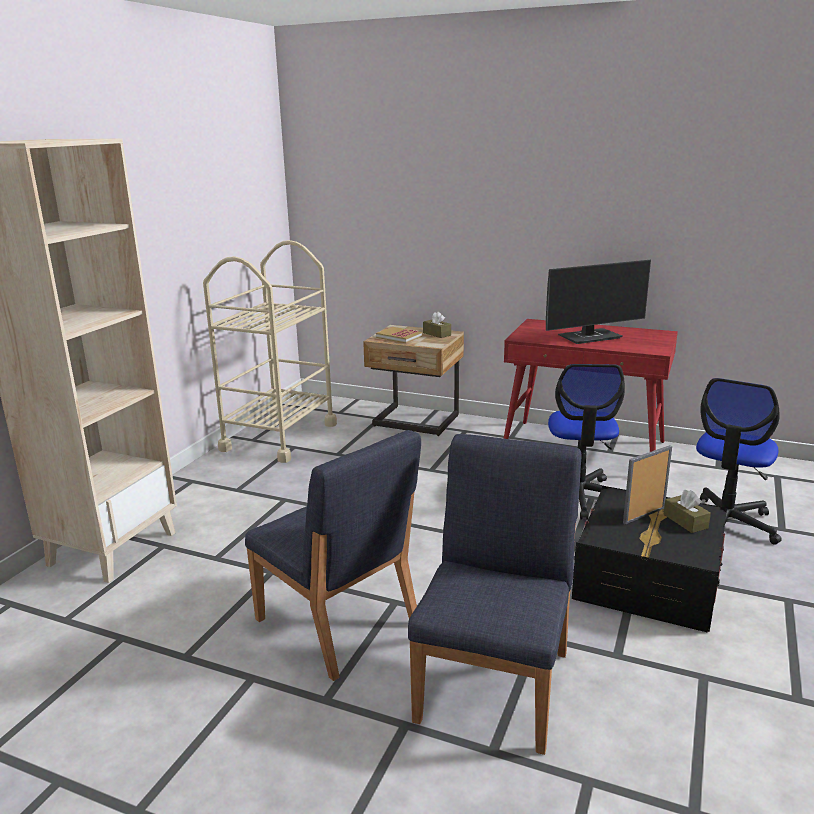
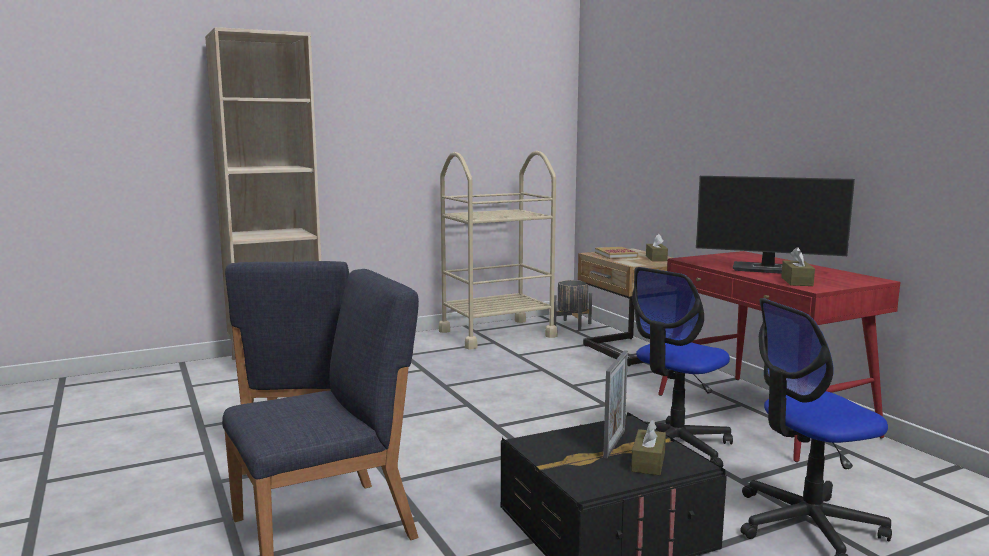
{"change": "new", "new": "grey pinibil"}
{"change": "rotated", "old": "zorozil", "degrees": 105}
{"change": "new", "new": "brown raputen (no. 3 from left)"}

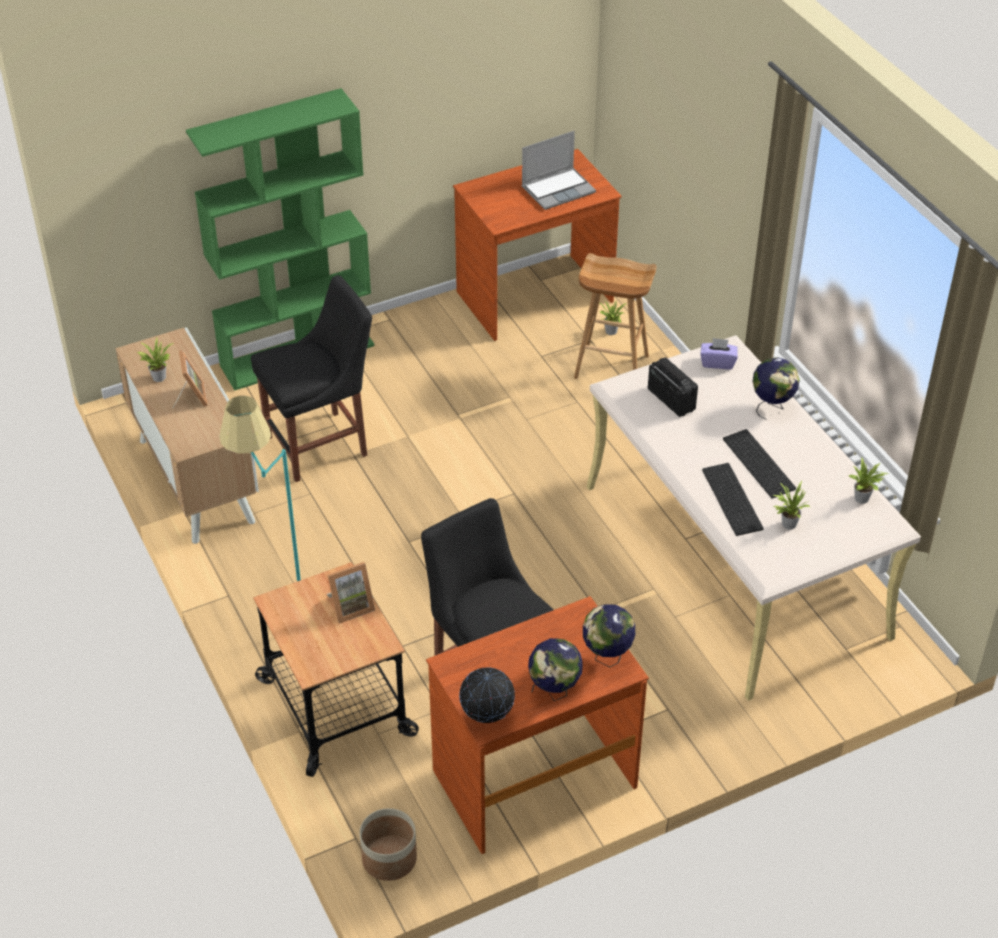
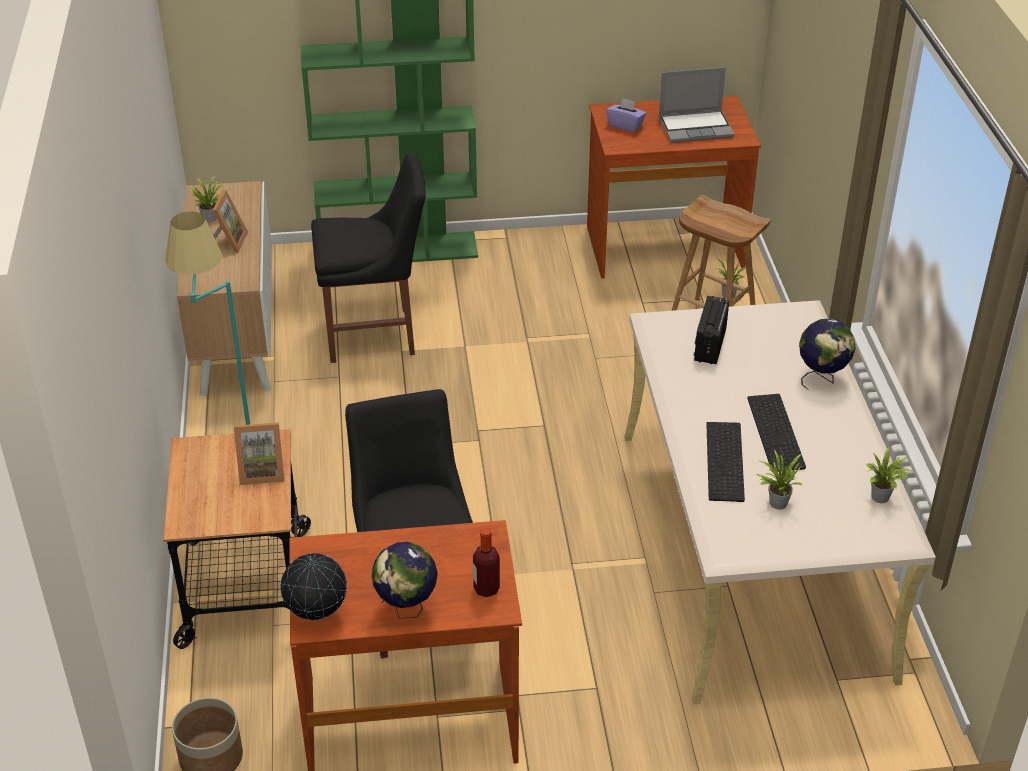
{"change": "swapped", "old": "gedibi (no. 3 from left)", "new": "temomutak"}
{"change": "shifted", "old": "purple raputen"}
{"change": "rotated", "old": "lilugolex", "degrees": -150}

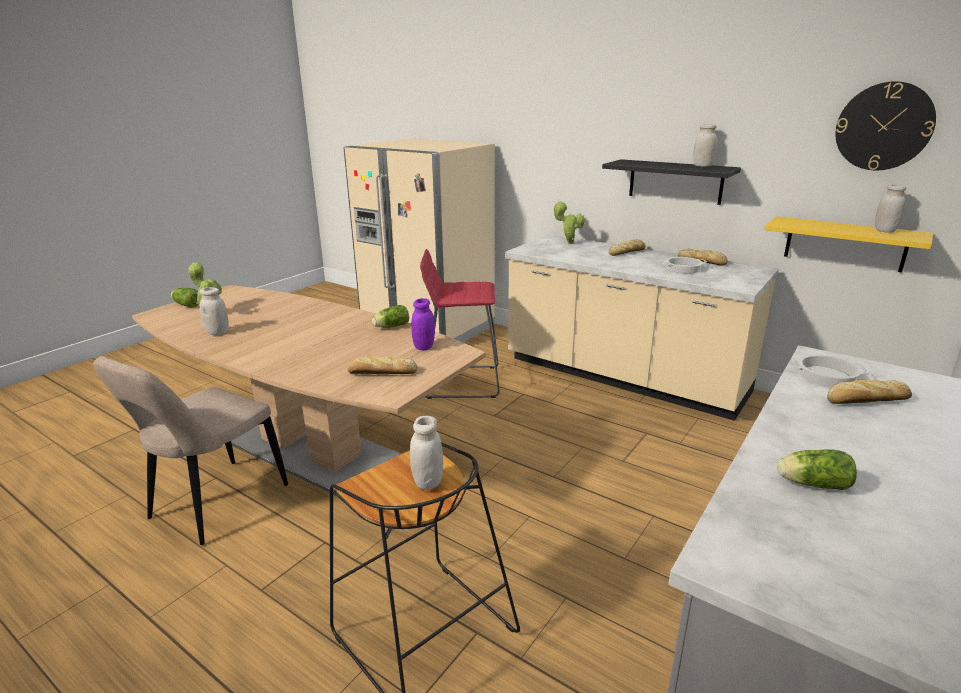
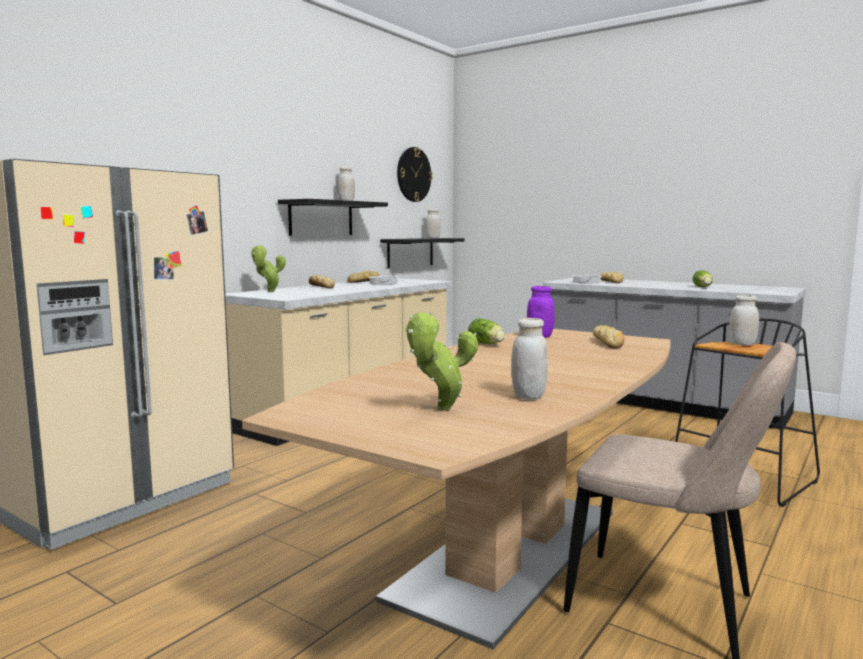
{"change": "repainted", "old": "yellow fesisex", "new": "black fesisex (no. 2 from left)"}
{"change": "gone", "old": "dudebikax (no. 1 from left)"}
{"change": "gone", "old": "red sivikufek"}

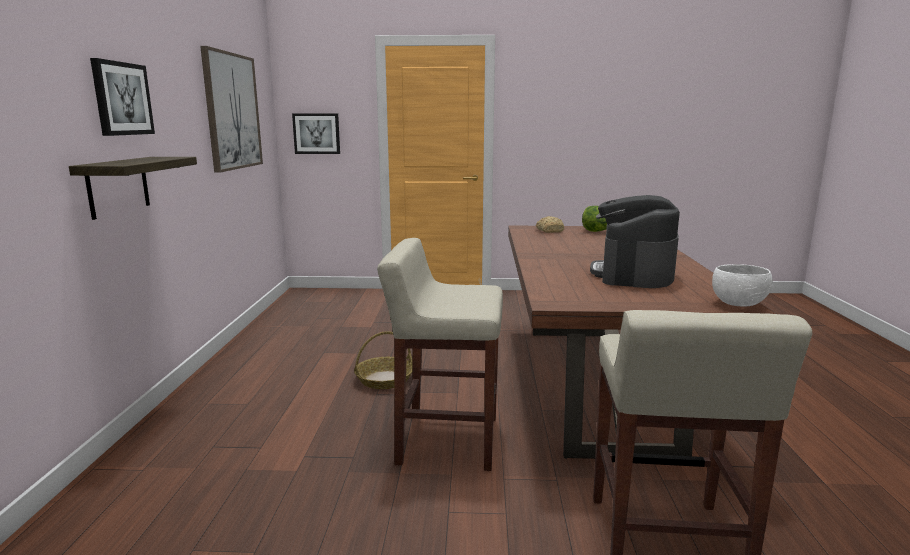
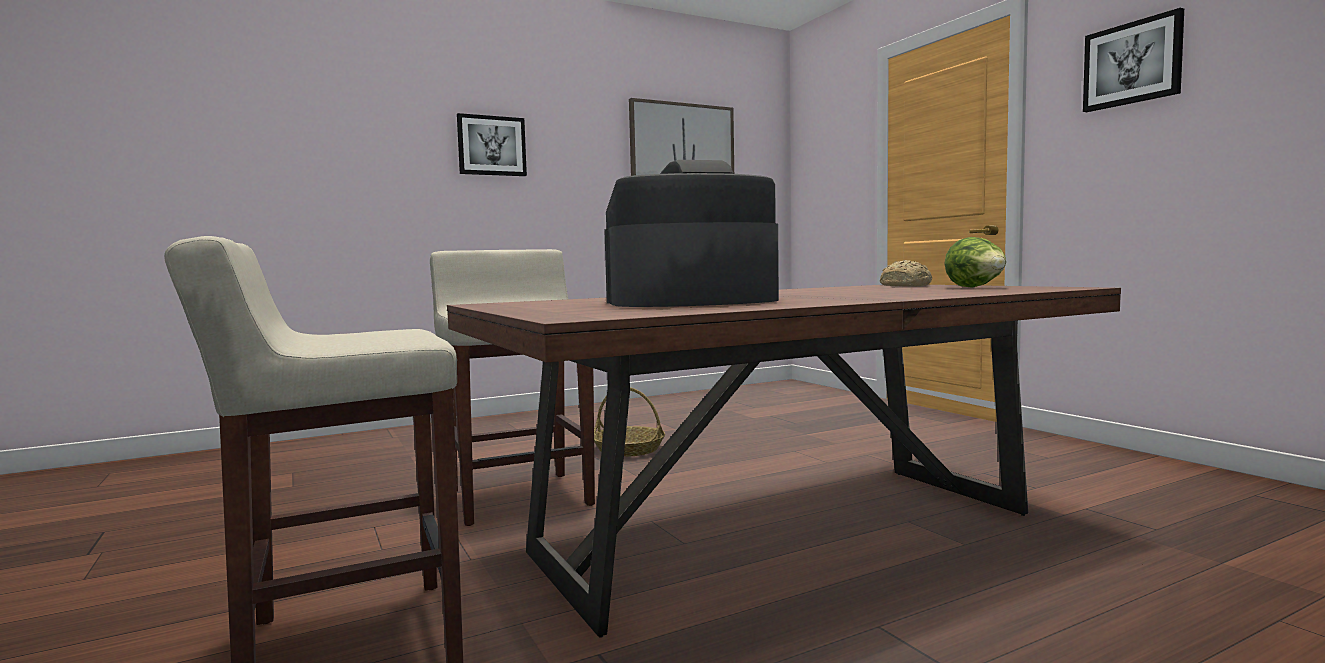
{"change": "shifted", "old": "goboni (no. 3 from left)"}
{"change": "gone", "old": "fesisex"}
{"change": "gone", "old": "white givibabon"}

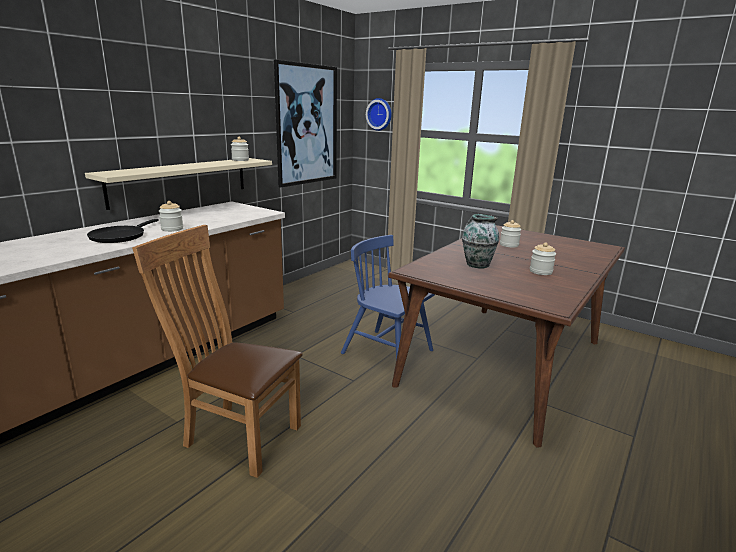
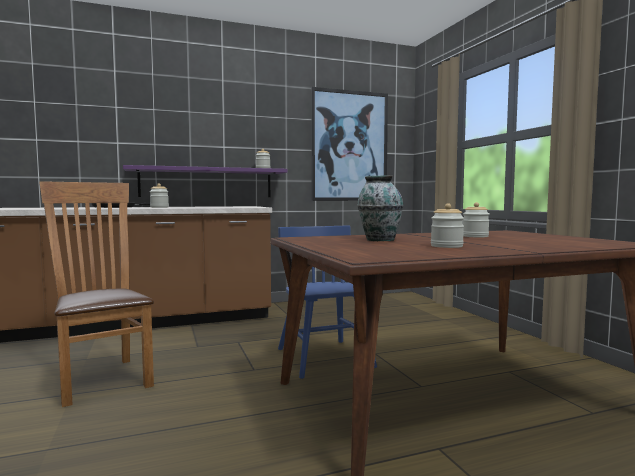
{"change": "repainted", "old": "beige fesisex", "new": "purple fesisex"}
{"change": "gone", "old": "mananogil"}

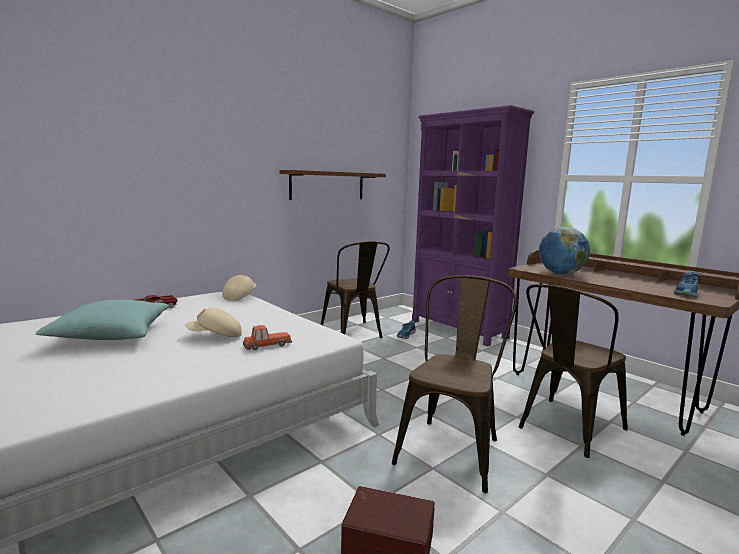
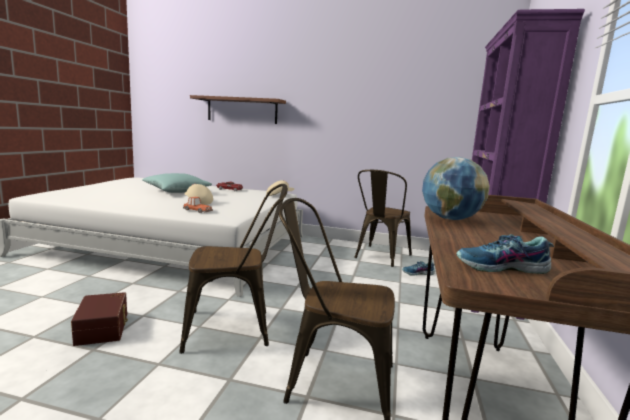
{"change": "shifted", "old": "brown fesisex"}

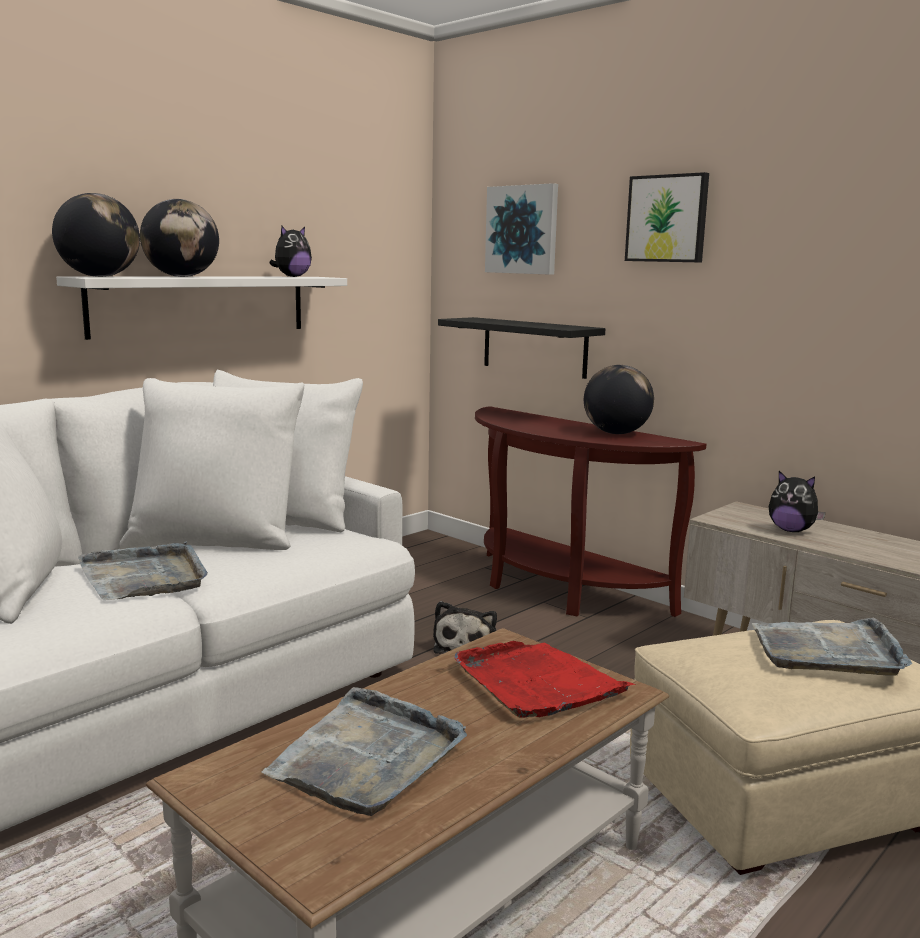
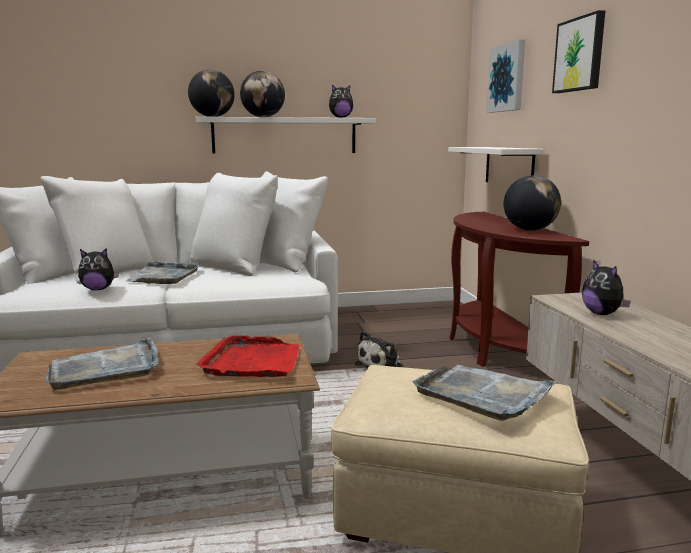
{"change": "new", "new": "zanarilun (no. 1 from left)"}
{"change": "repainted", "old": "black fesisex", "new": "white fesisex (no. 2 from left)"}

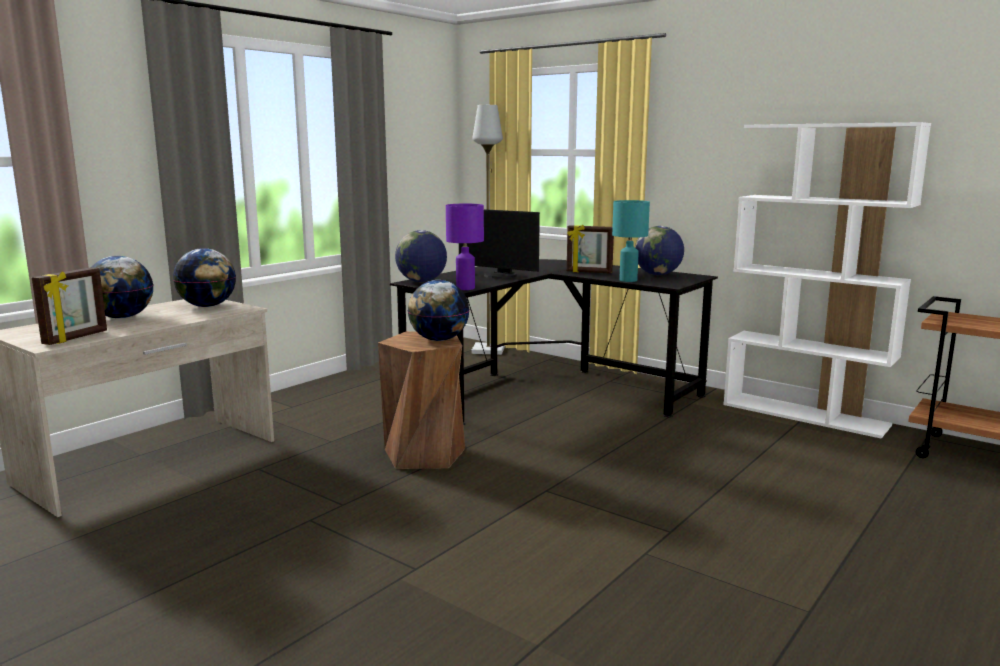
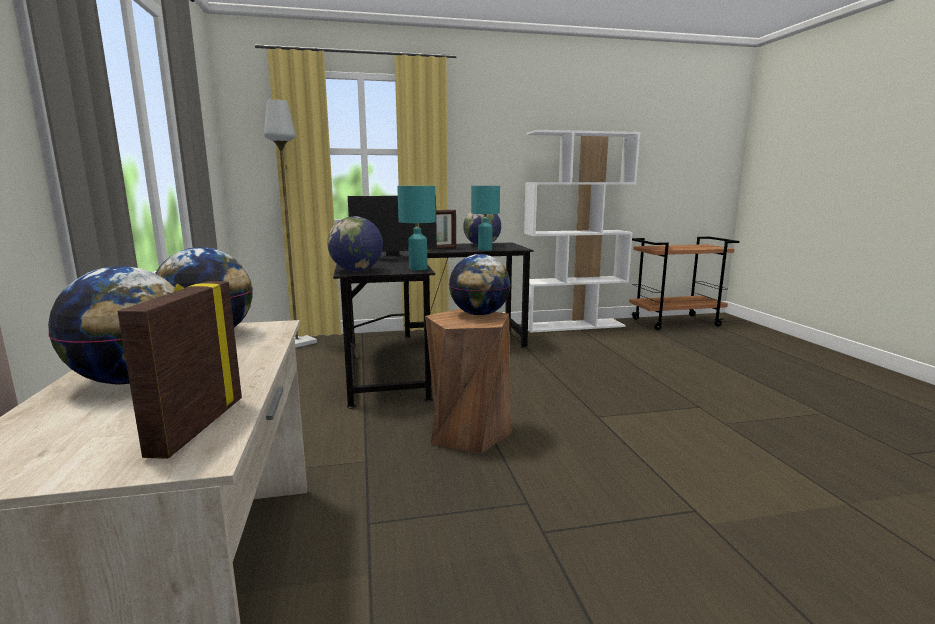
{"change": "rotated", "old": "zorozil (no. 1 from left)", "degrees": -150}
{"change": "repainted", "old": "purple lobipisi", "new": "turquoise lobipisi (no. 1 from left)"}

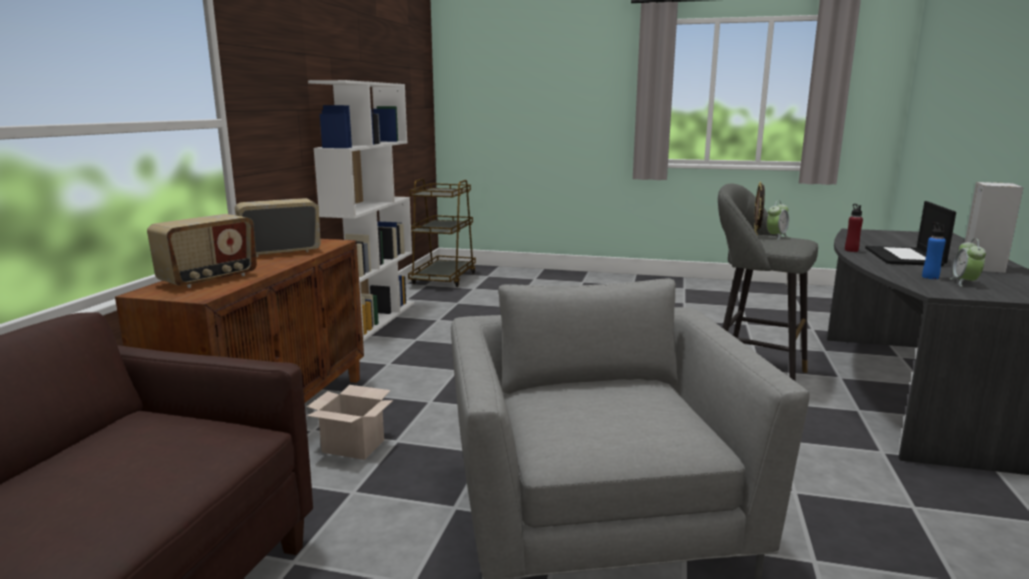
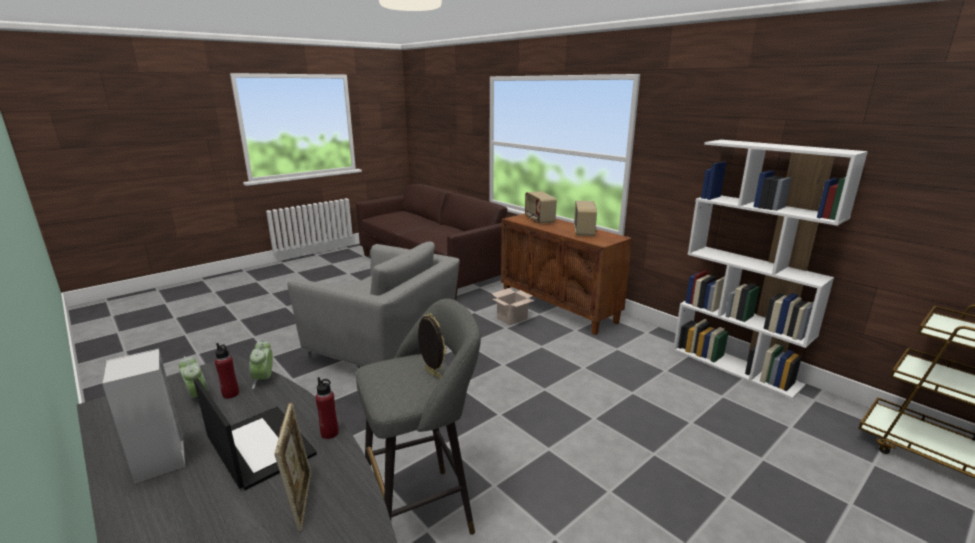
{"change": "repainted", "old": "blue temomutak", "new": "red temomutak (no. 1 from left)"}
{"change": "shifted", "old": "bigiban (no. 1 from left in the first image)", "new": "bigiban (no. 2 from left)"}
{"change": "new", "new": "zorozil (no. 1 from left)"}

